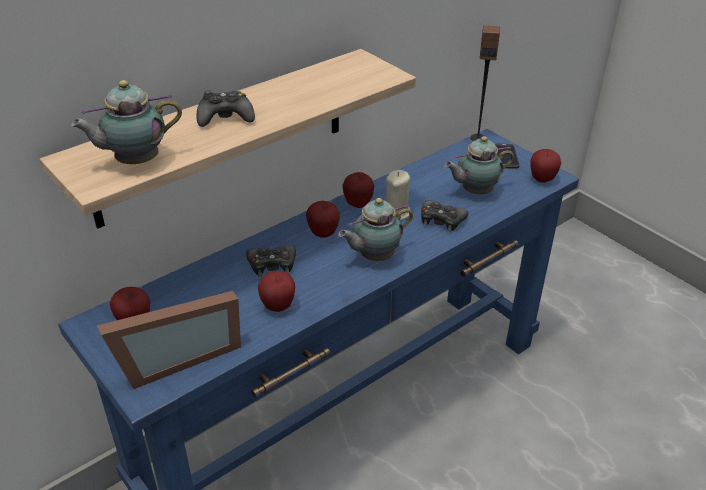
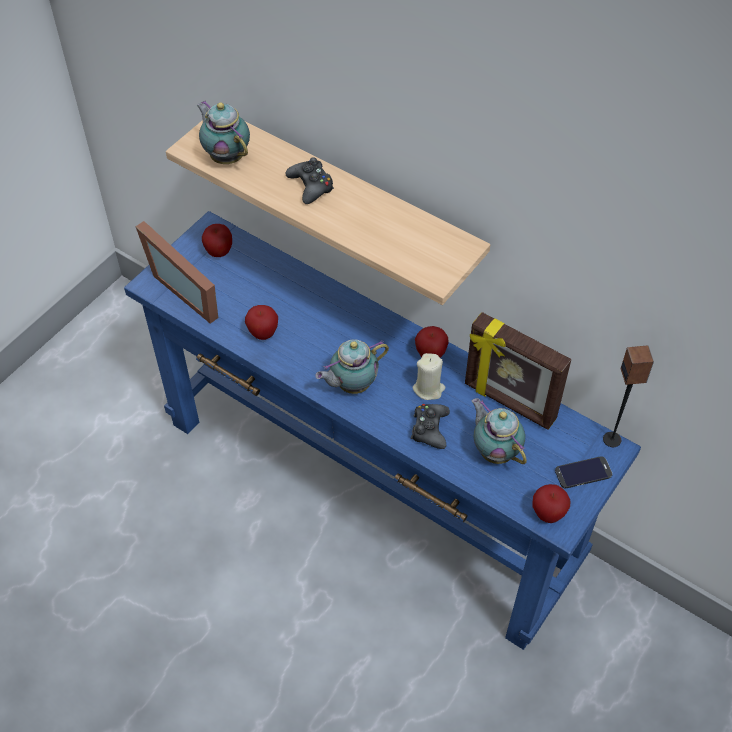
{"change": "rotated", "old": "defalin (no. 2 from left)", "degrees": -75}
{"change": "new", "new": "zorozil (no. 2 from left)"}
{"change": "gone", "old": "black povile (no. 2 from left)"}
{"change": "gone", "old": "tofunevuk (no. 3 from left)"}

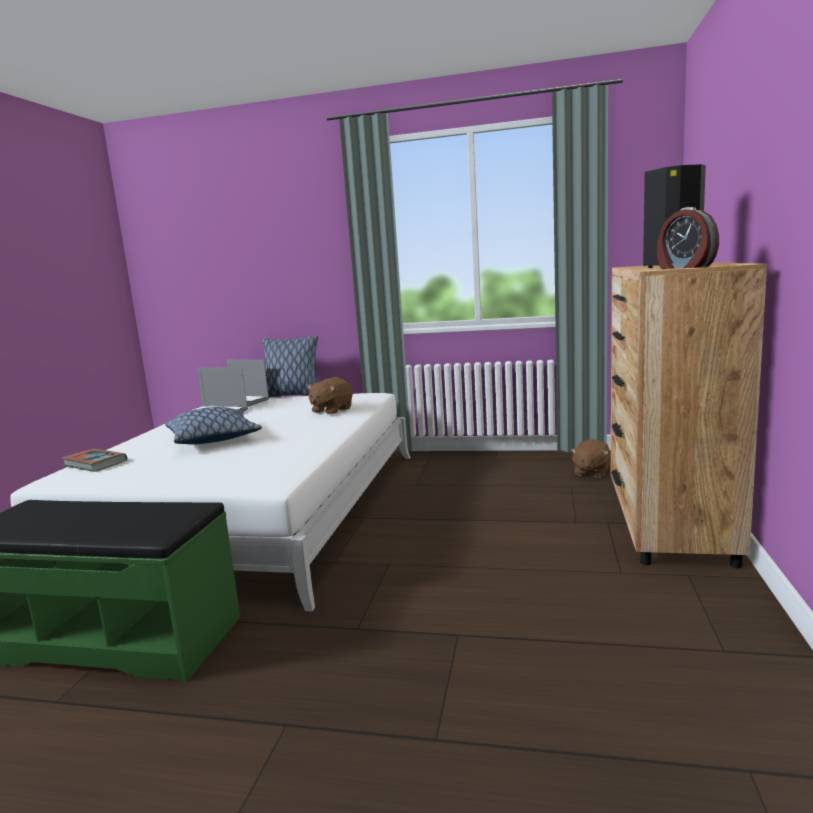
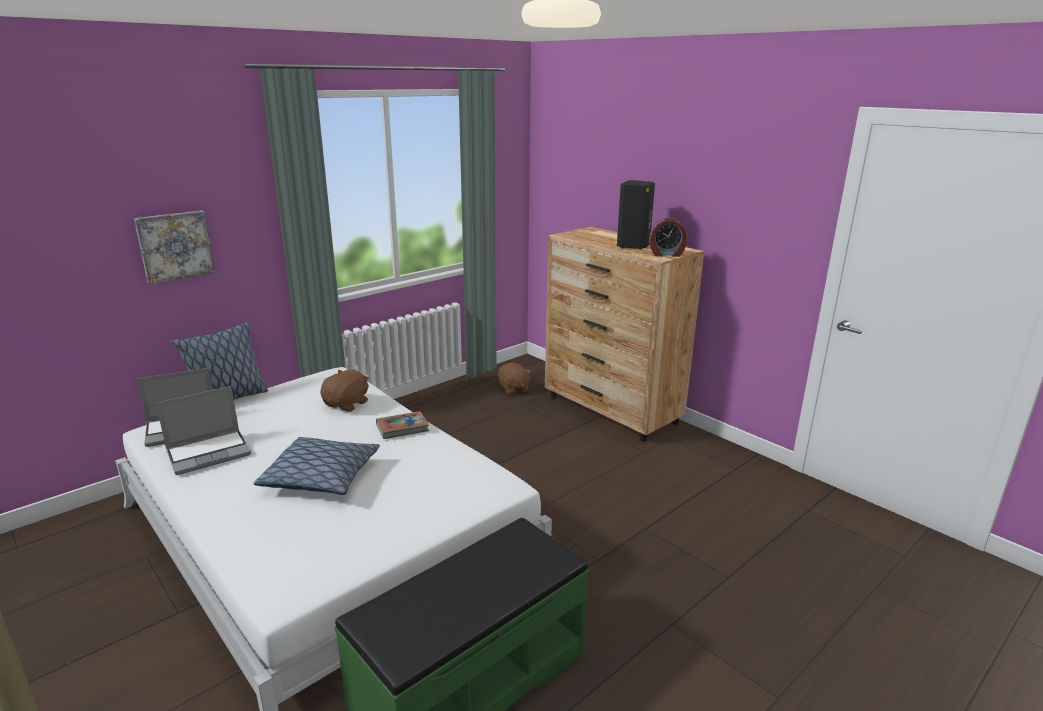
{"change": "new", "new": "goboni"}
{"change": "rotated", "old": "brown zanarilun (no. 1 from left)", "degrees": -135}
{"change": "shifted", "old": "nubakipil"}

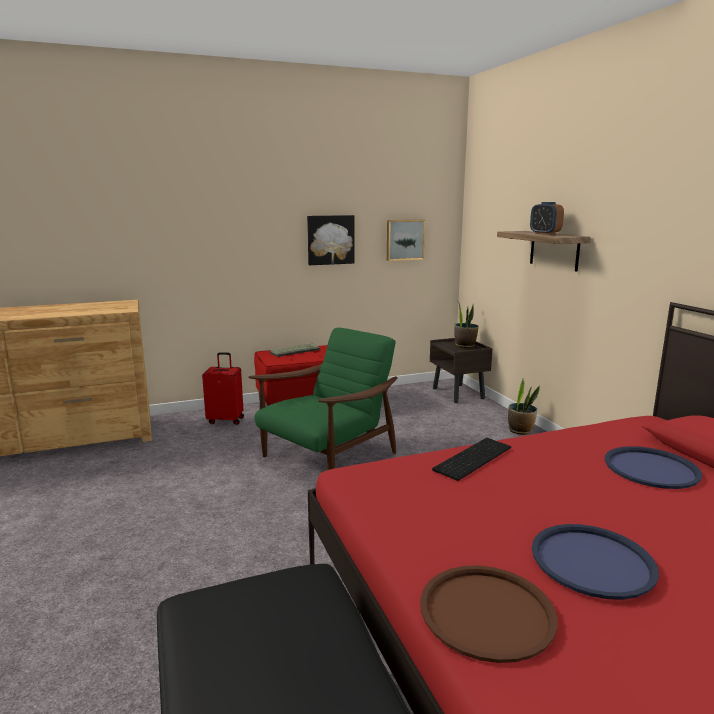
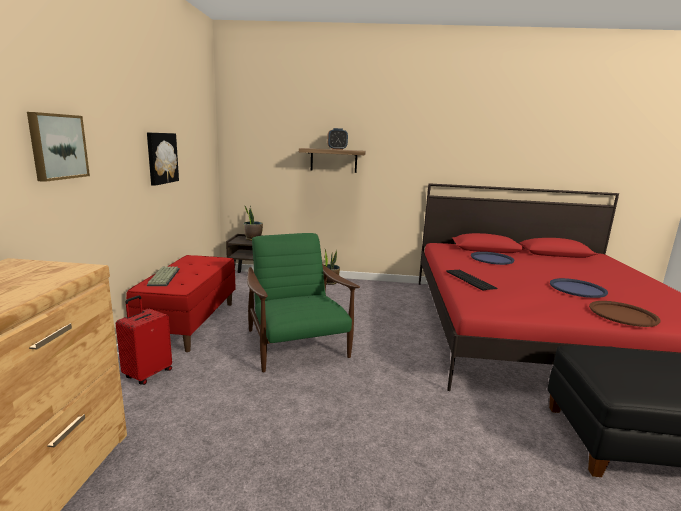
{"change": "shifted", "old": "goboni (no. 2 from left in the first image)", "new": "goboni (no. 1 from left)"}

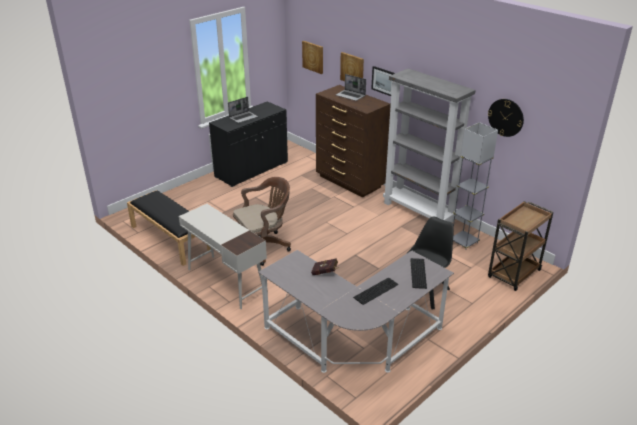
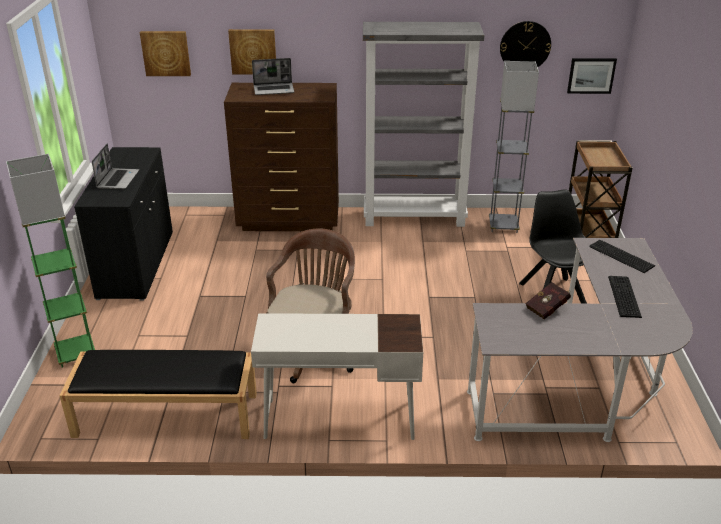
{"change": "new", "new": "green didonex"}
{"change": "shifted", "old": "goboni (no. 3 from left)"}

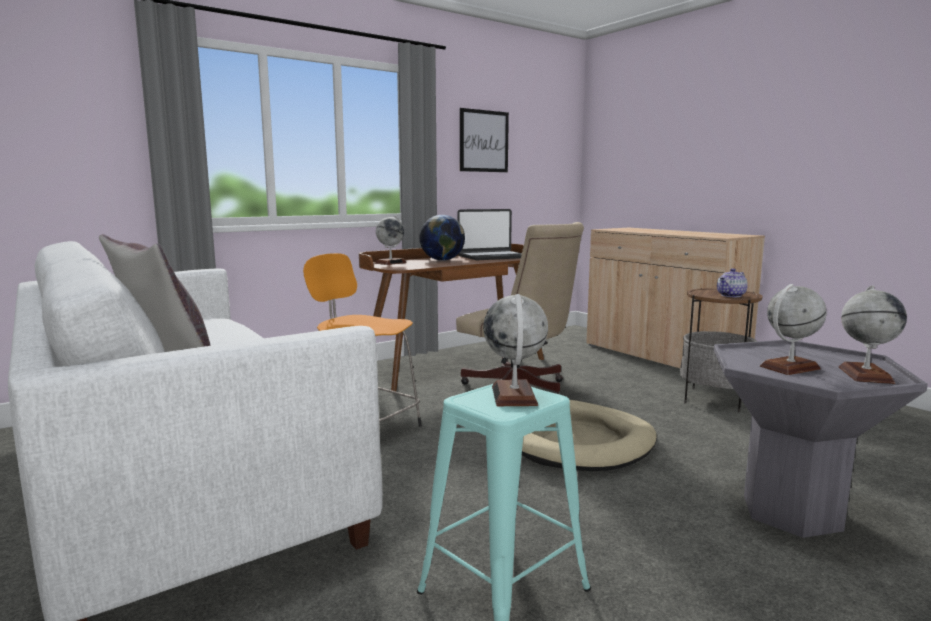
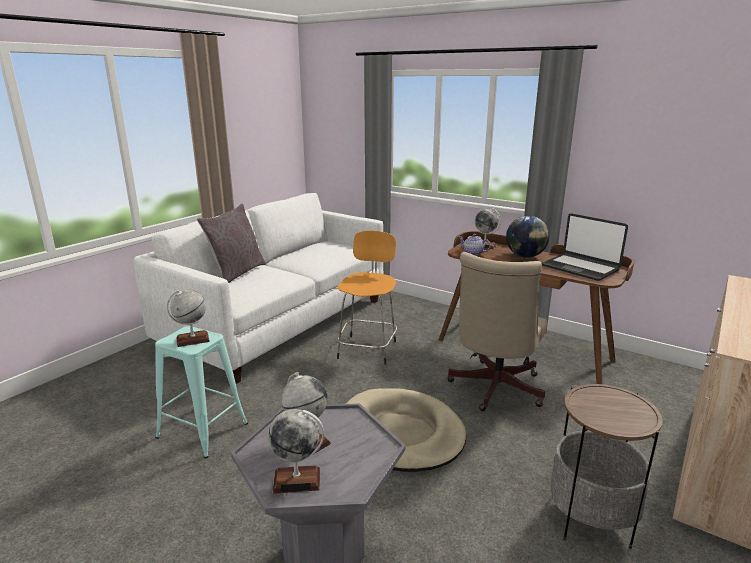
{"change": "shifted", "old": "defalin"}
{"change": "gone", "old": "goboni"}

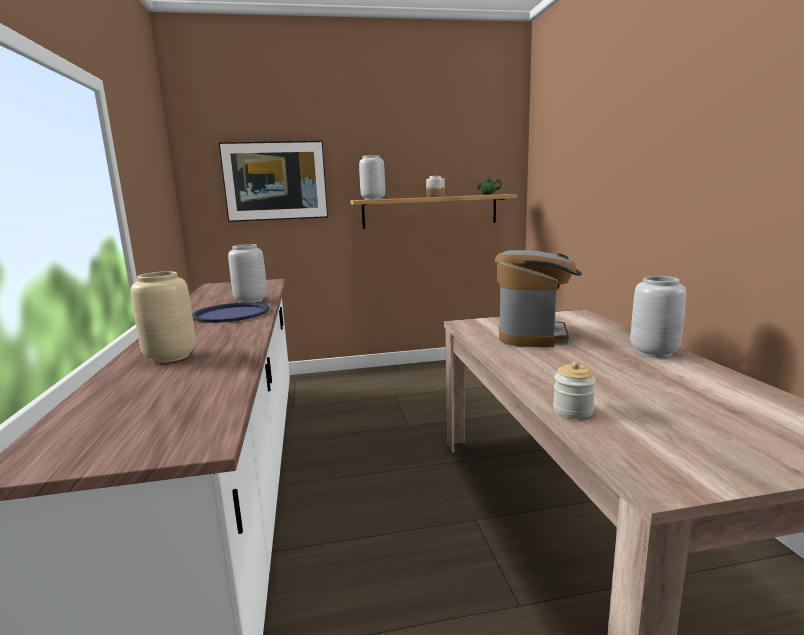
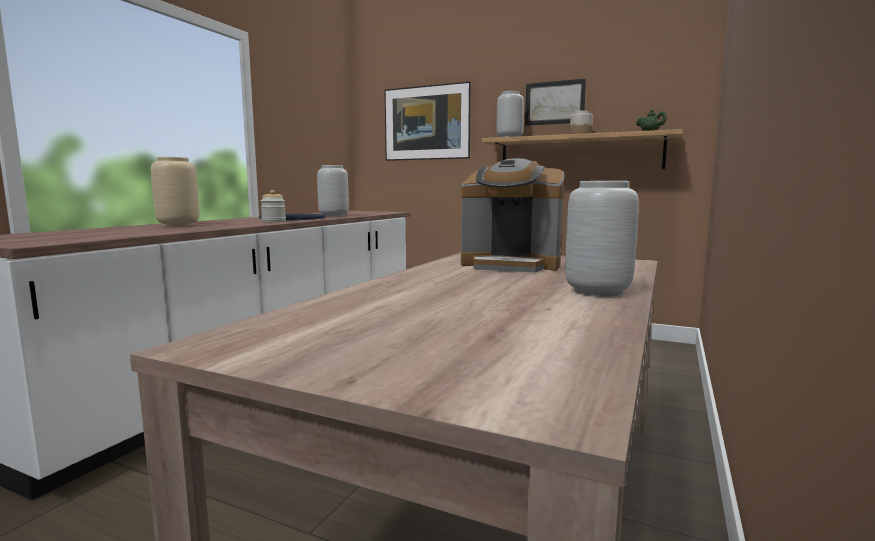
{"change": "shifted", "old": "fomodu (no. 2 from left in the first image)", "new": "fomodu (no. 1 from left)"}
{"change": "rotated", "old": "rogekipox", "degrees": 60}
{"change": "new", "new": "goboni (no. 2 from left)"}

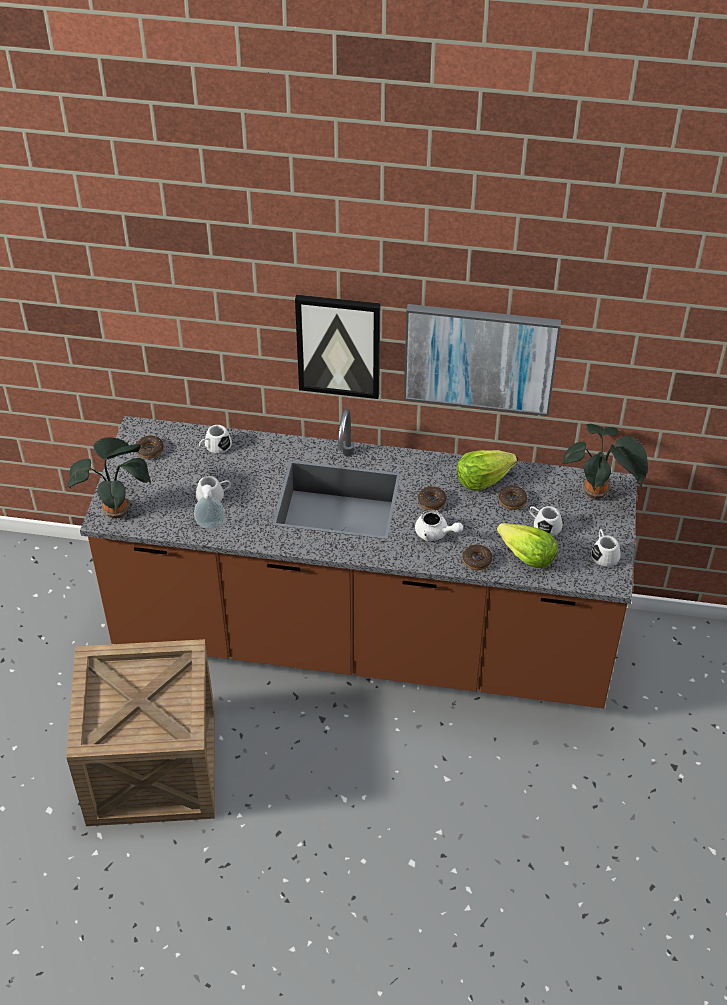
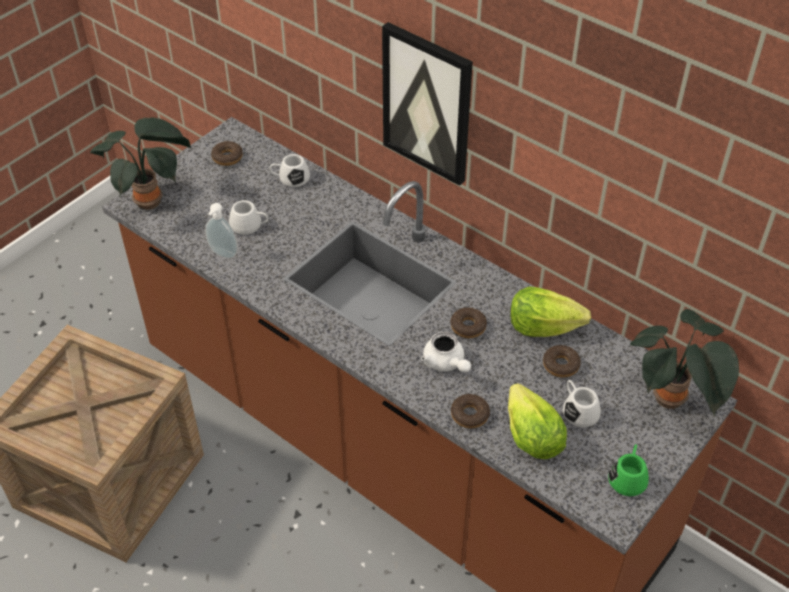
{"change": "repainted", "old": "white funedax (no. 4 from left)", "new": "green funedax"}
{"change": "gone", "old": "goboni (no. 2 from left)"}

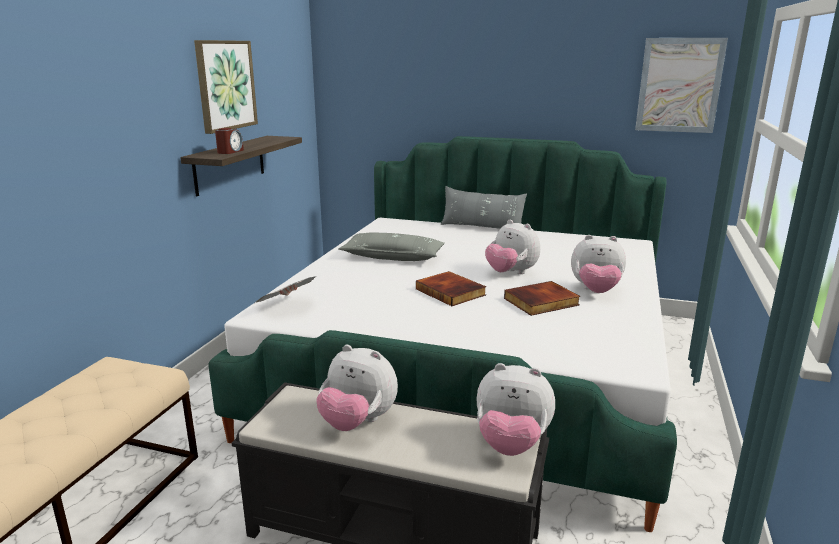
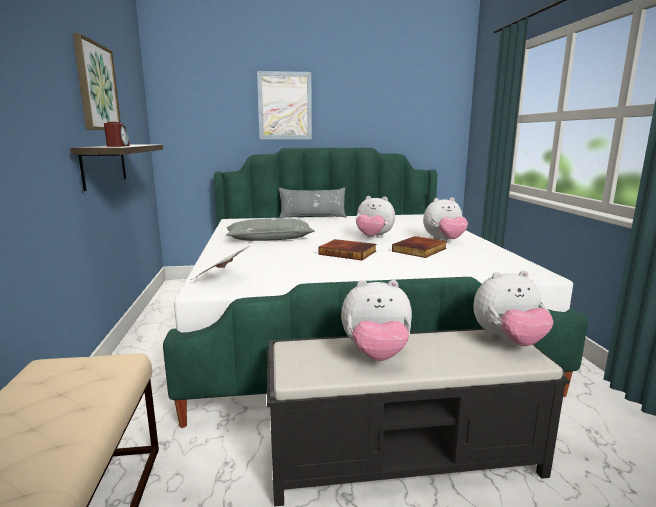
{"change": "shifted", "old": "goboni (no. 2 from left)"}

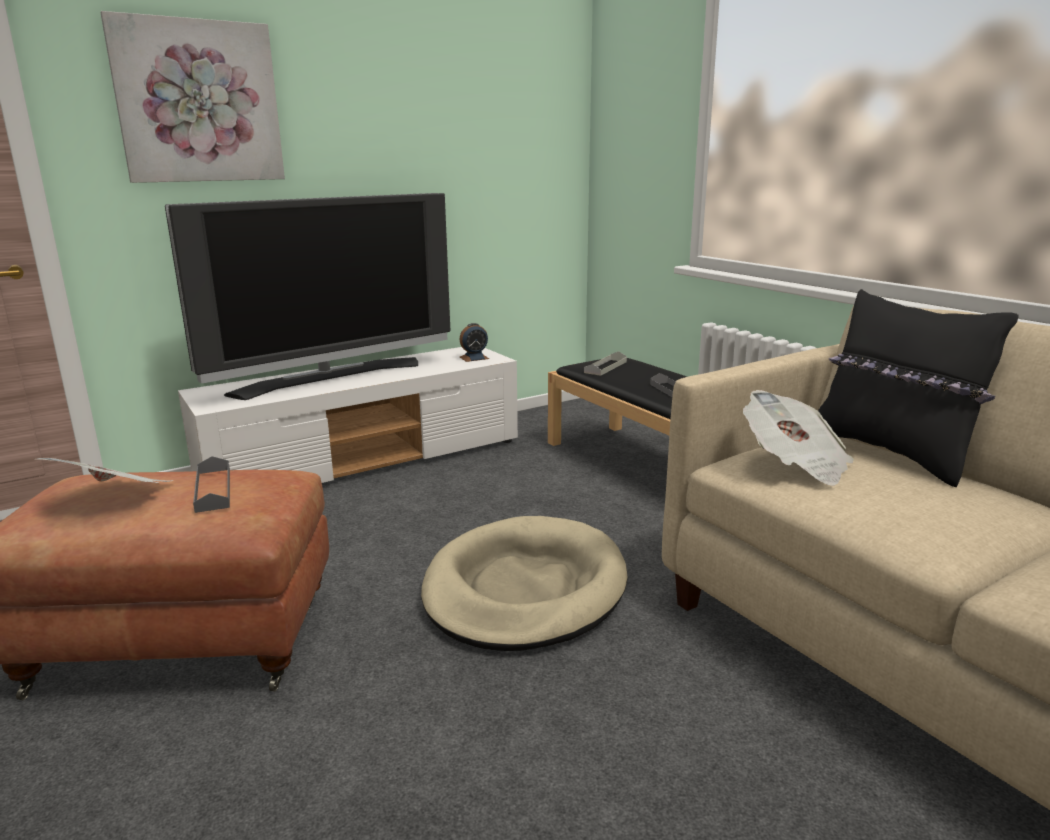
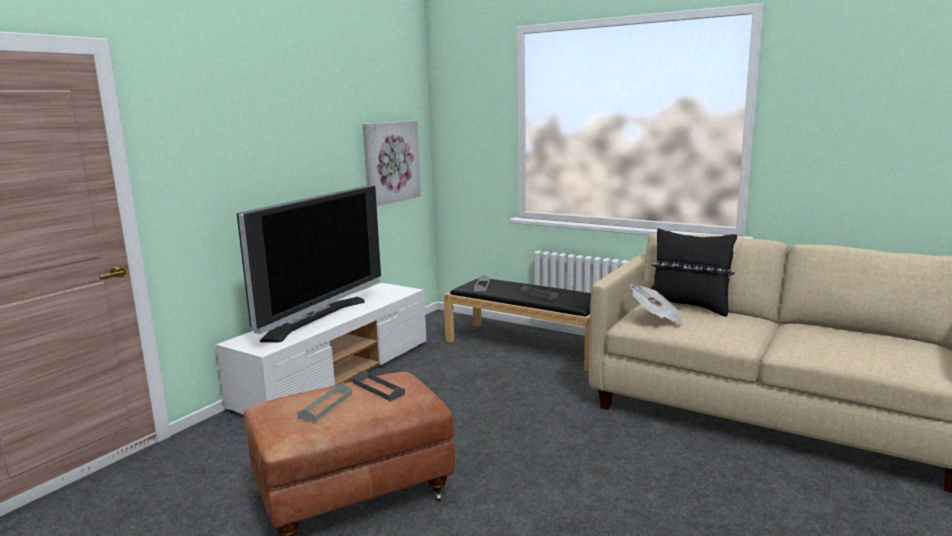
{"change": "swapped", "old": "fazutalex (no. 1 from left)", "new": "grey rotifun (no. 1 from left)"}
{"change": "shifted", "old": "goboni"}
{"change": "gone", "old": "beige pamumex"}
{"change": "gone", "old": "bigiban"}

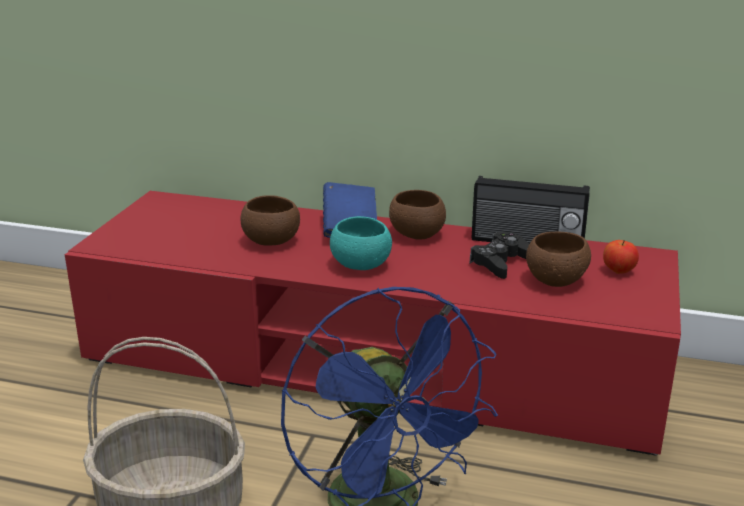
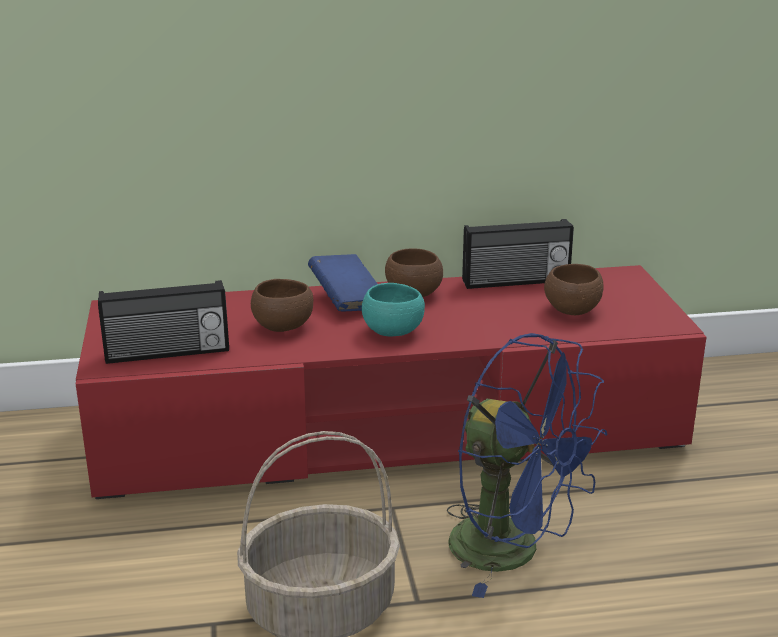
{"change": "new", "new": "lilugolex (no. 1 from left)"}
{"change": "gone", "old": "black povile"}
{"change": "gone", "old": "tofunevuk"}

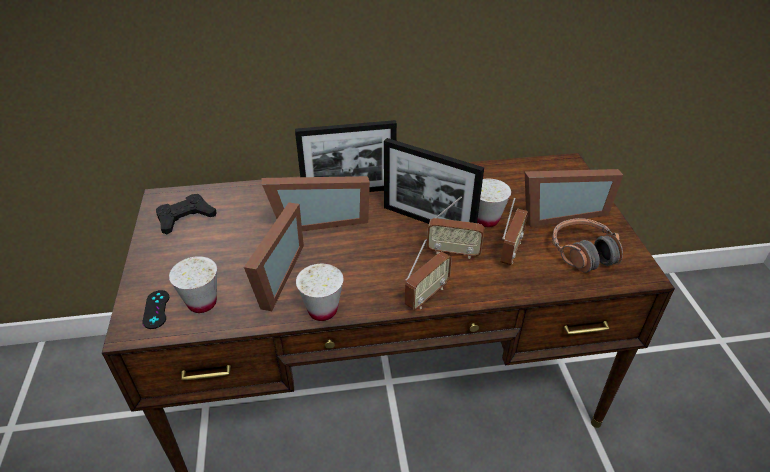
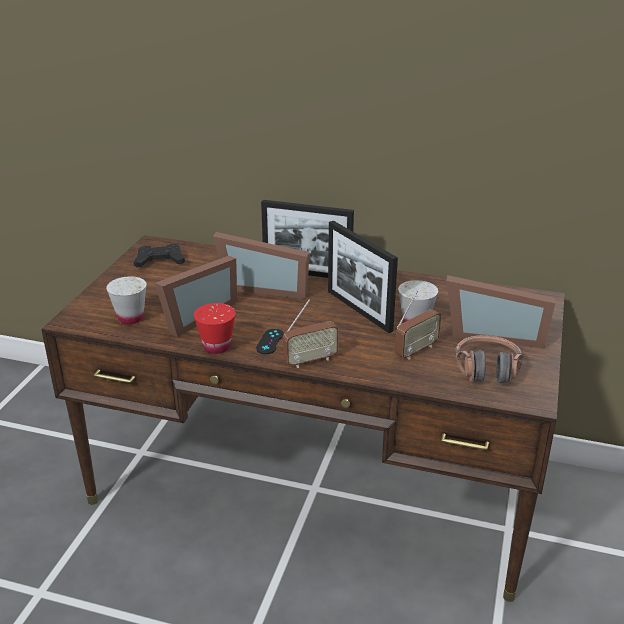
{"change": "repainted", "old": "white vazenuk (no. 2 from left)", "new": "red vazenuk"}
{"change": "shifted", "old": "black povile (no. 1 from left in the first image)", "new": "black povile (no. 2 from left)"}
{"change": "gone", "old": "lilugolex (no. 2 from left)"}

